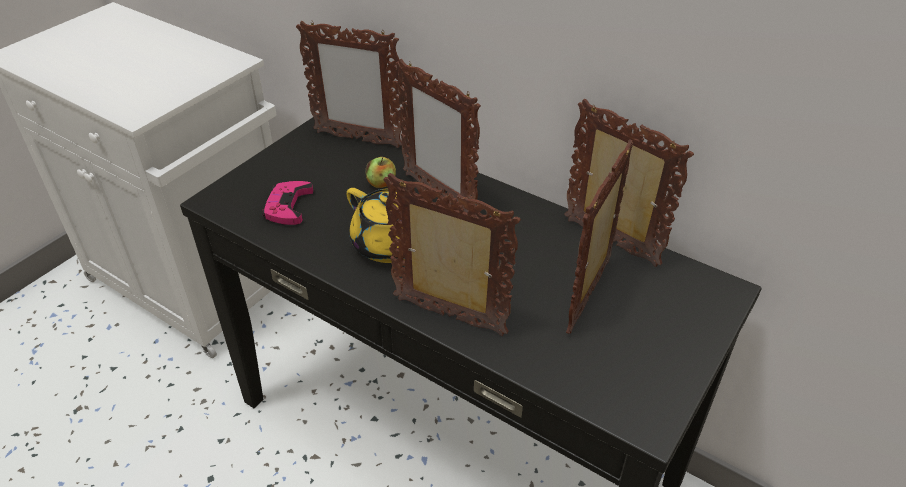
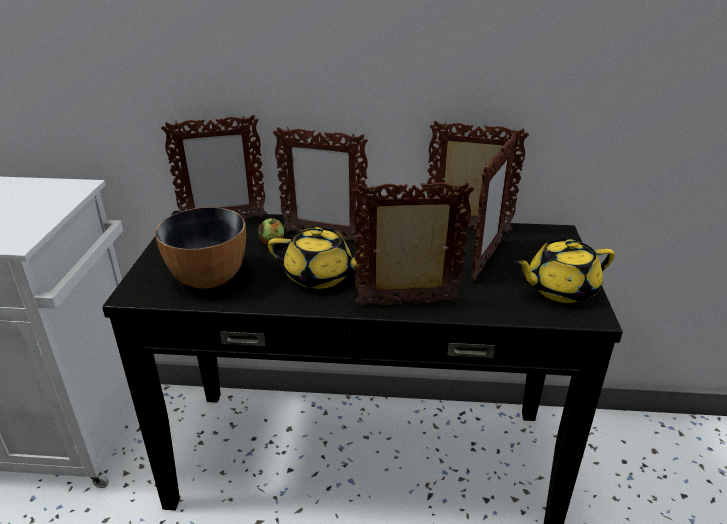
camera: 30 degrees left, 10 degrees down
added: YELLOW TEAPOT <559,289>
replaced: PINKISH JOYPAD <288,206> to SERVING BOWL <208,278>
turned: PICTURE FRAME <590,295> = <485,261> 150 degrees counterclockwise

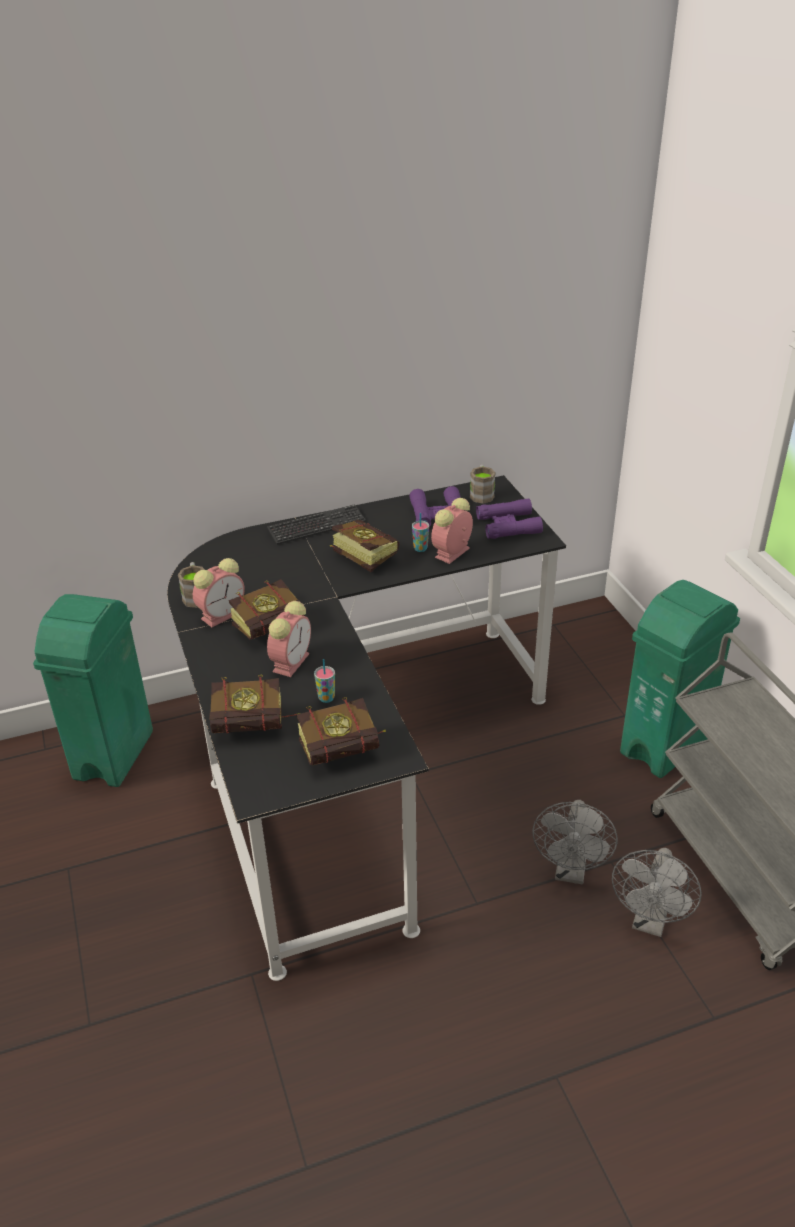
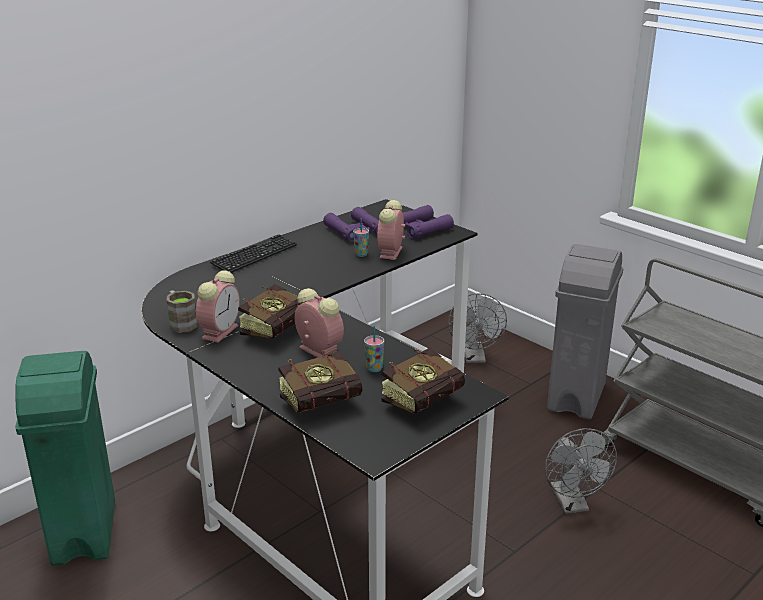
camera: 25 degrees left, 10 degrees down
removed: BOOK <361,555>; BROWN MUG <481,494>
moved: GREY FAN <650,921> to <475,358>
recoloured: GREENISH RUBBISH BIN <665,746> to GREY RUBBISH BIN <577,397>
turned: TABLE CLOCK <291,661> = <317,350> 45 degrees counterclockwise

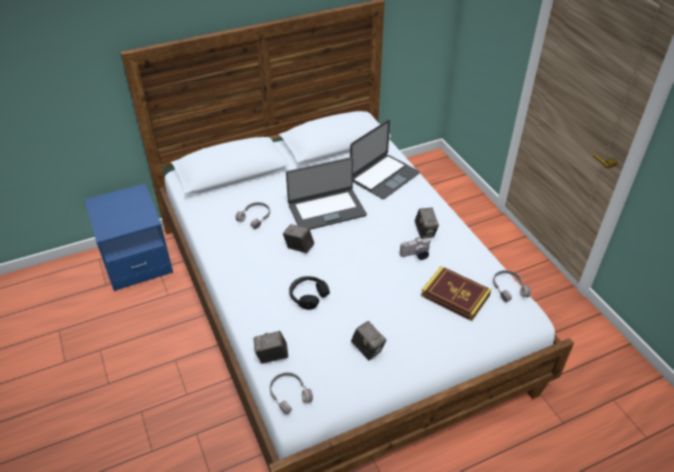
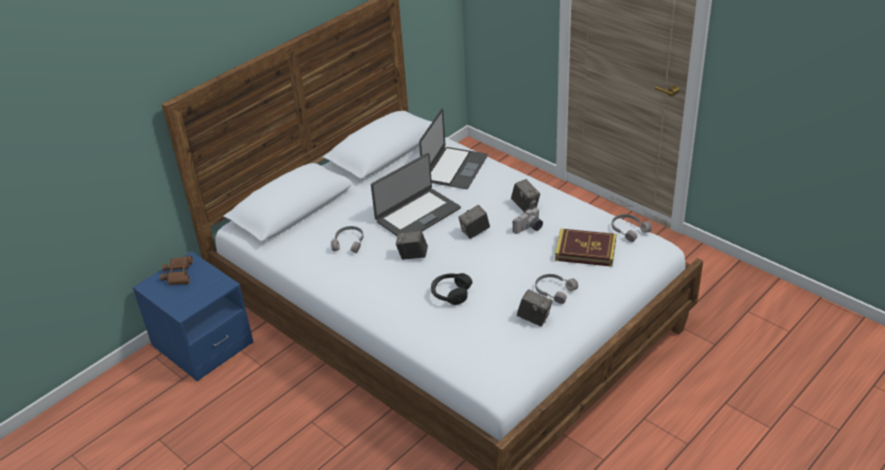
camera: 20 degrees left, 5 degrees down
added: BROWN PAIR OF BINOCULARS <178,274>
moved: PHOTO CAMERA <272,356> to <474,232>; GREY PAIR OF HEADPHONES <289,394> to <554,291>

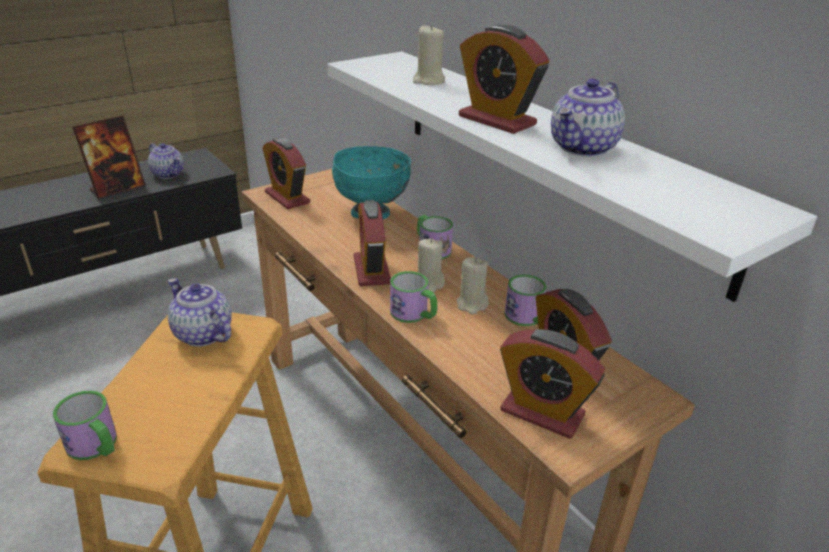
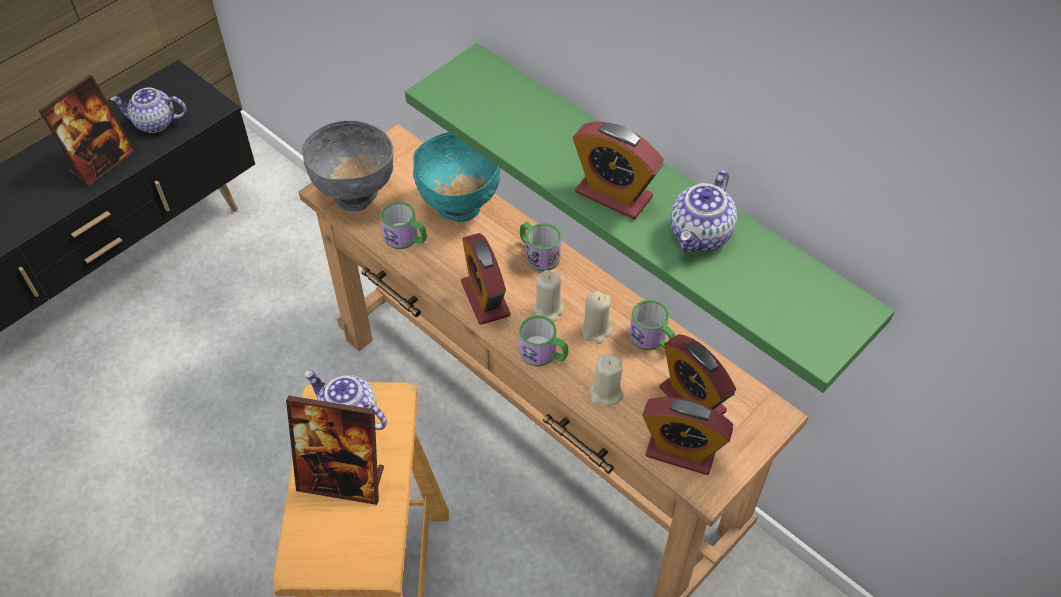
camera: 10 degrees left, 20 degrees up
added: PICTURE FRAME <342,480>
moved: MUG <96,446> to <406,238>; BEIGE CANDLE <428,81> to <606,393>
replaced: TABLE CLOCK <287,197> to GREY SERVING BOWL <355,195>
recoloured: WHITE-COLOURED SHELF <548,156> to GREENISH SHELF <660,195>
turned: TEAPOT <169,174> = <154,123> 150 degrees clockwise

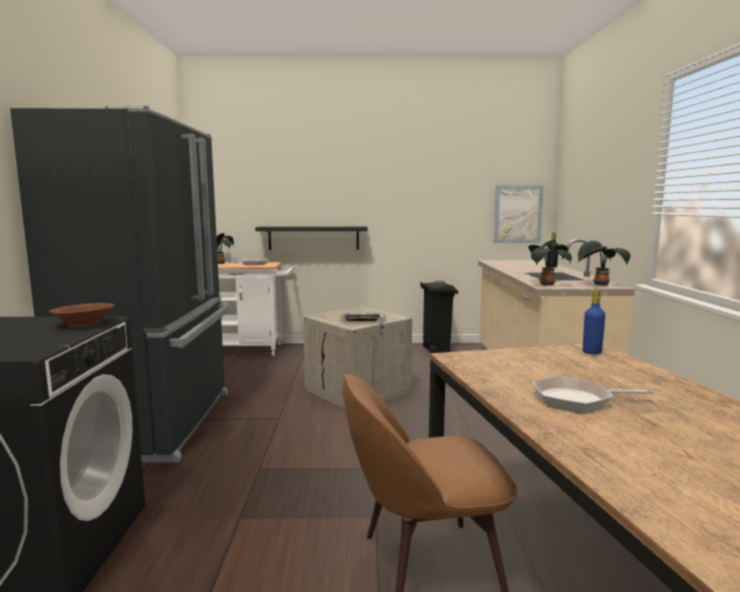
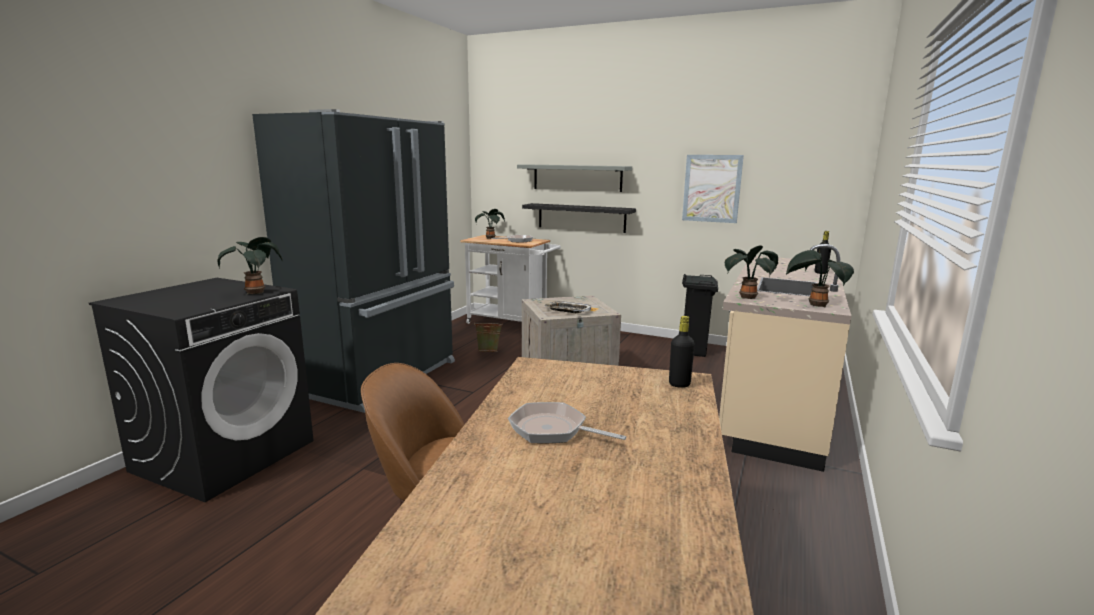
camera: 25 degrees right, 5 degrees up
added: GREENISH PAIL <489,352>; GREY SHELF <577,177>
moved: PICTURE <518,214> to <712,188>
replaced: BROWN SERVING BOWL <84,324> to POTTED PLANT <256,292>
recoloured: BLUE-COLOURED DRINK BOTTLE <592,352> to BLACK DRINK BOTTLE <679,384>

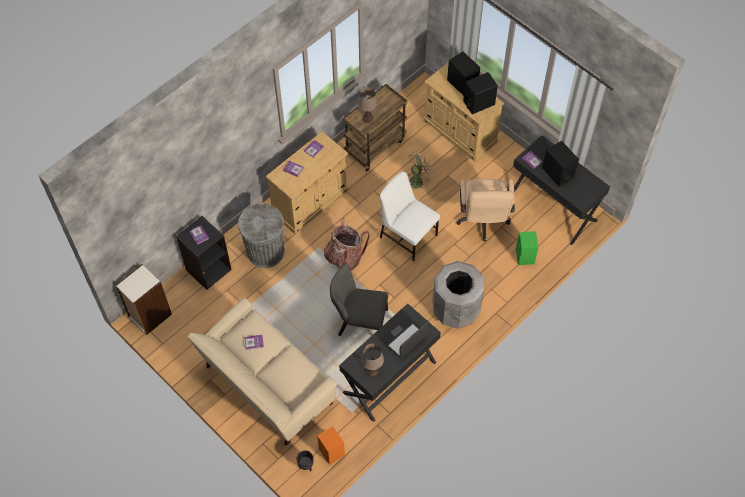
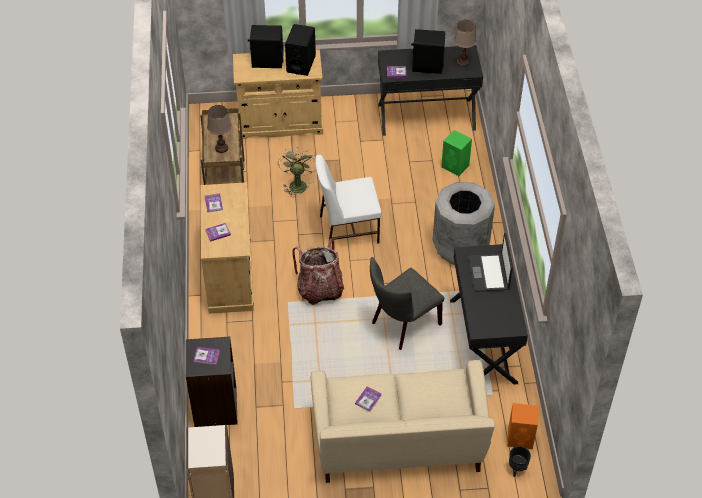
camera: 50 degrees left, 10 degrees down
removed: GREY RUBBISH BIN <265,251>; BEIGE DESK CHAIR <482,221>
moved: BROWN TABLETOP LAMP <372,371> to <463,62>

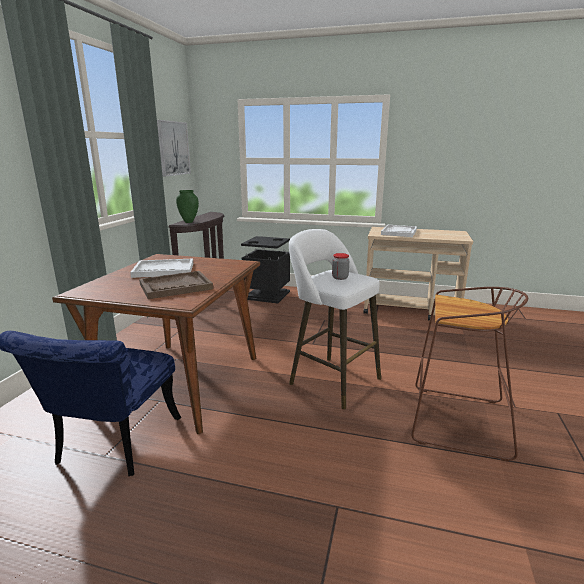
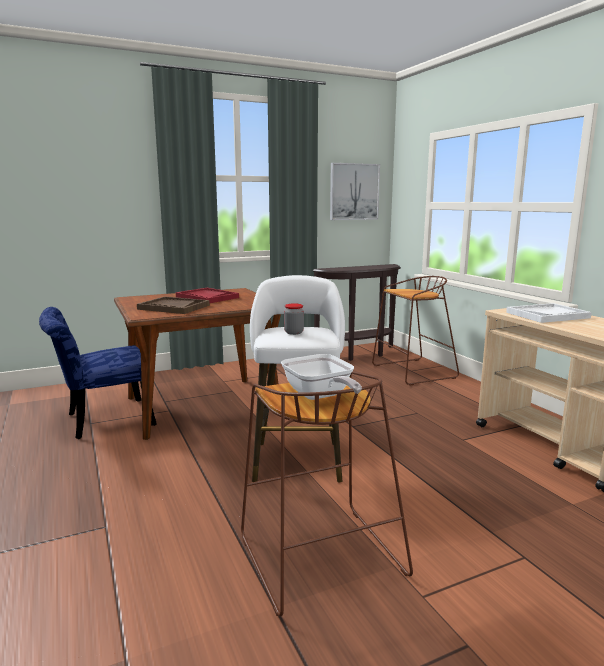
camera: 50 degrees right, 5 degrees down
removed: GREENISH FLOWER VASE <188,222>
added: SKILLET <320,396>
replaced: BLACK RUBBISH BIN <267,295> to BROWN STOOL <413,372>
recoloured: WHITE-COLOURED CARRYING TRAY <163,270> to RED CARRYING TRAY <207,297>

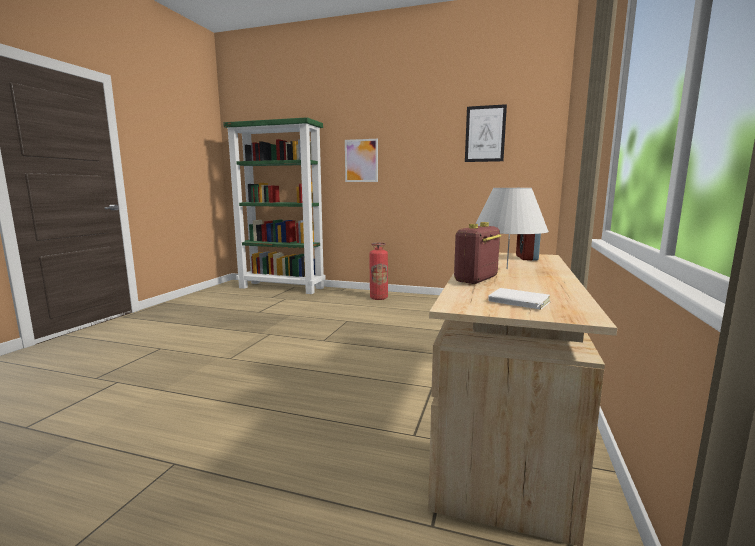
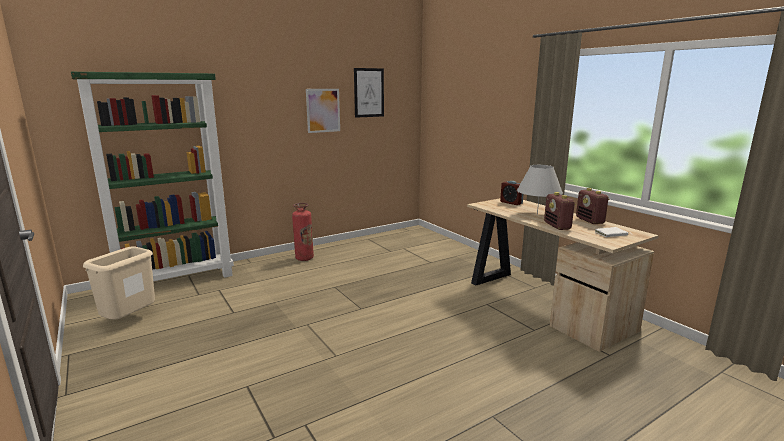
camera: 50 degrees left, 5 degrees up
added: BEIGE RUBBISH BIN <130,320>; RADIO SET <590,221>
moved: PICTURE <361,160> to <323,110>

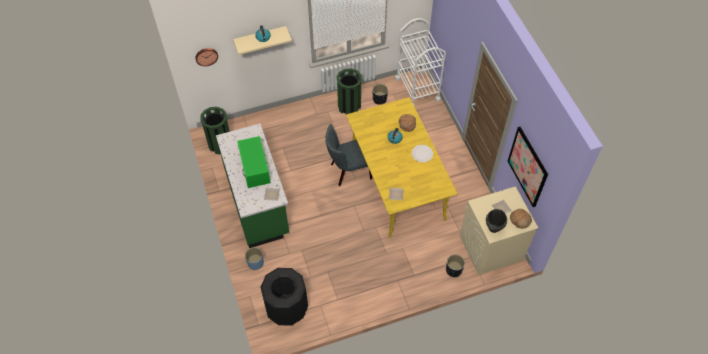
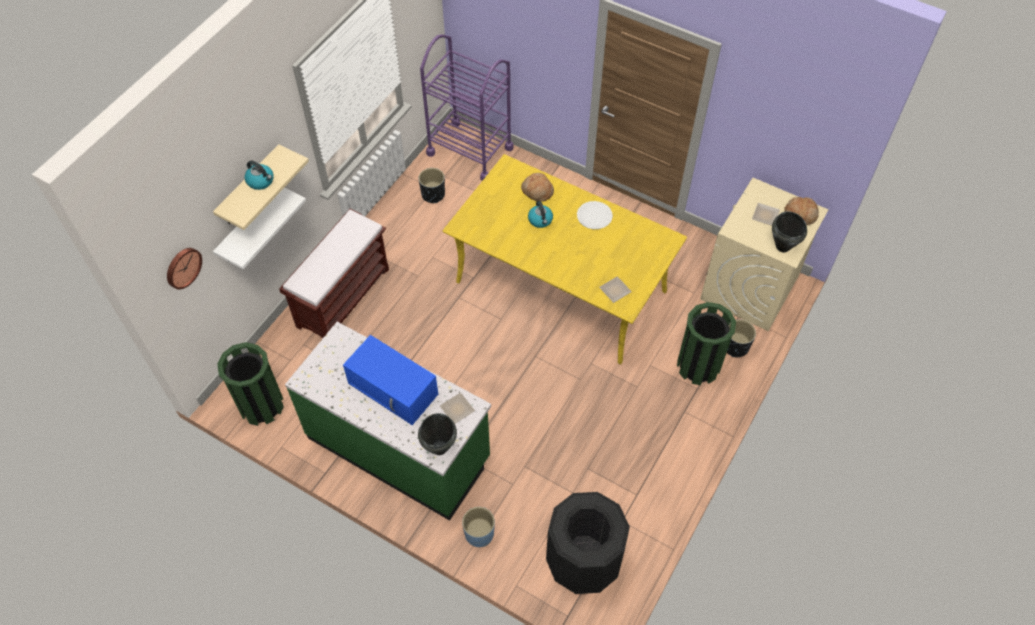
camera: 40 degrees left, 0 degrees up
removed: GREY PLAIN CHAIR <348,171>; PICTURE <528,167>
added: WHITE-COLOURED SHELF <248,226>; BROWN INDOOR BENCH <343,296>; BLACK COOKING POT <440,448>
moved: GREENISH RUBBISH BIN <349,106> to <698,366>
recoloured: GREENISH MICROWAVE OVEN <255,168> to BLUE-COLOURED MICROWAVE OVEN <394,389>; WHITE-COLOURED CART <417,89> to PURPLE CART <470,150>

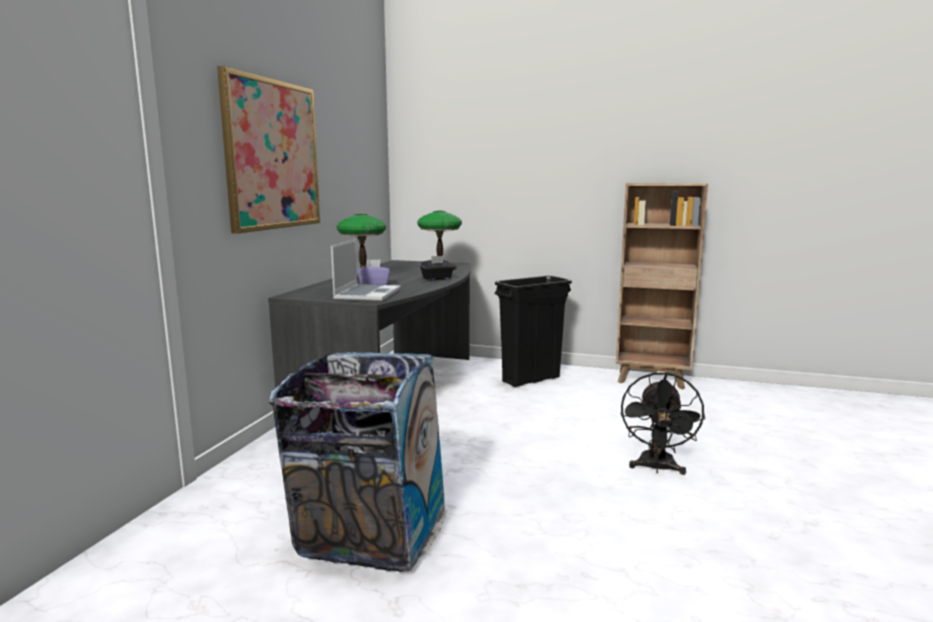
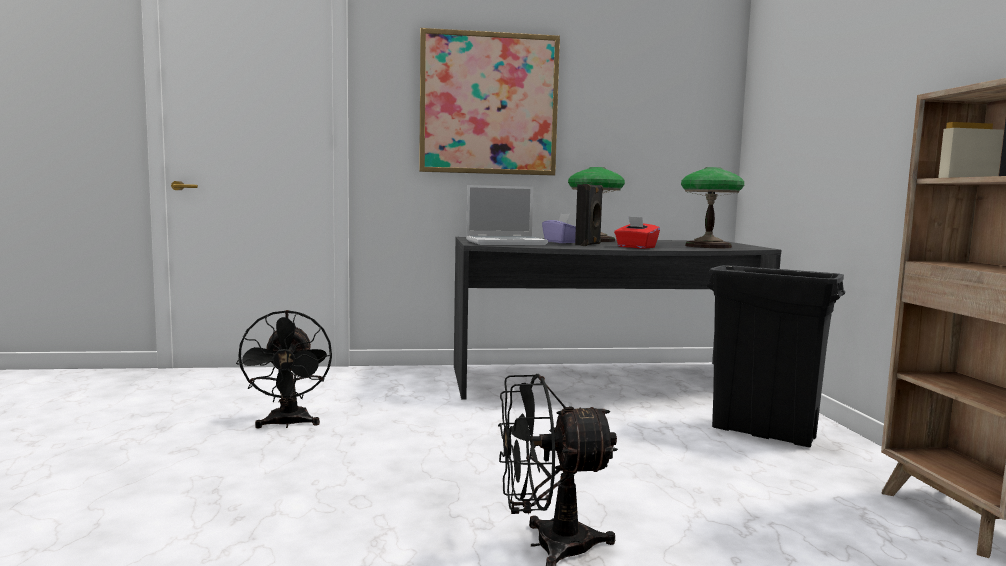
camera: 65 degrees right, 5 degrees down
added: BLACK LOUDSPEAKER <589,244>
replaced: RUBBISH BIN <369,534> to BLACK FAN <288,424>
recoloured: BLACK TISSUE BOX <437,279> to RED TISSUE BOX <636,247>

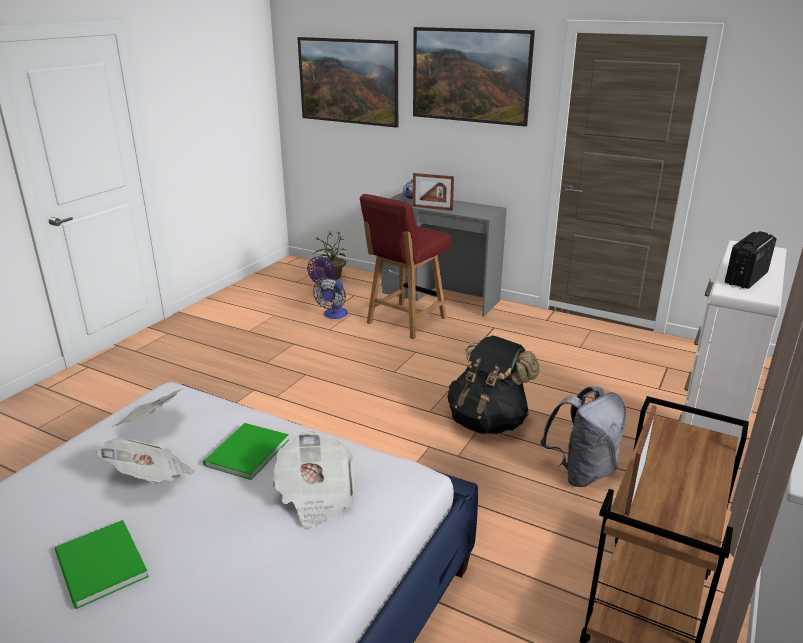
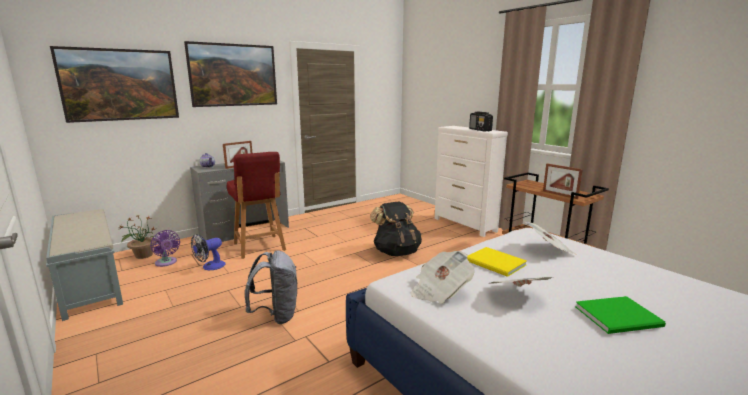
camera: 65 degrees left, 10 degrees down
added: GREY INDOOR BENCH <90,282>
moved: GREY BACKPACK <582,472> to <276,315>
recoloured: GREENISH BOOK <244,453> to YELLOW BOOK <496,264>
turned: FAN <334,315> = <210,267> 90 degrees clockwise

